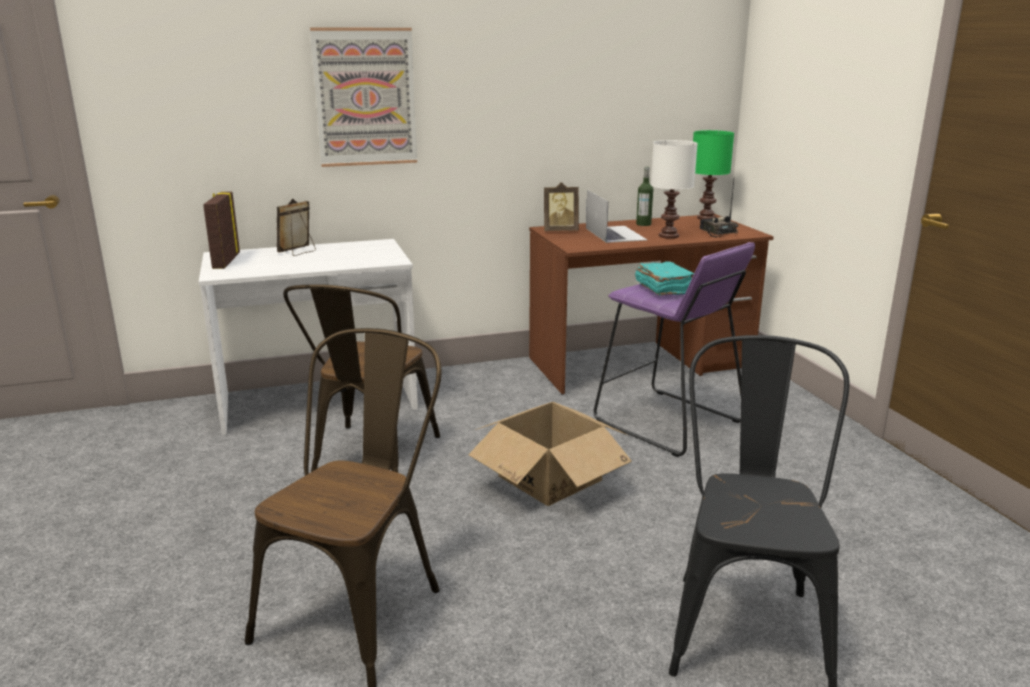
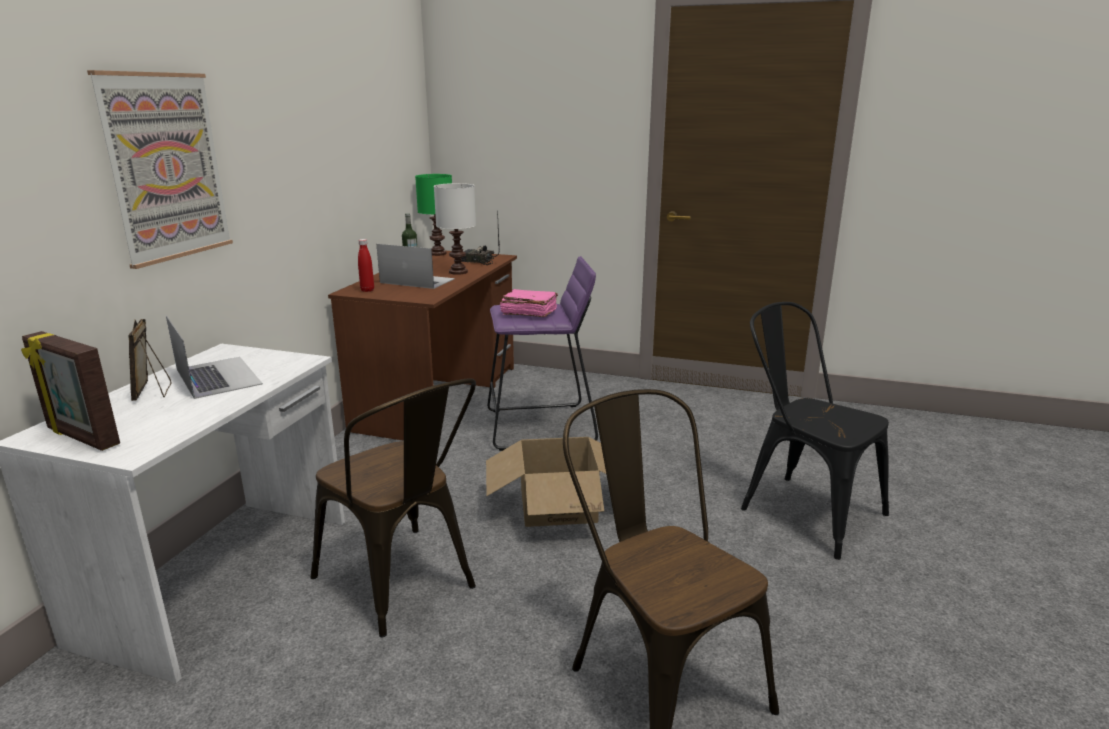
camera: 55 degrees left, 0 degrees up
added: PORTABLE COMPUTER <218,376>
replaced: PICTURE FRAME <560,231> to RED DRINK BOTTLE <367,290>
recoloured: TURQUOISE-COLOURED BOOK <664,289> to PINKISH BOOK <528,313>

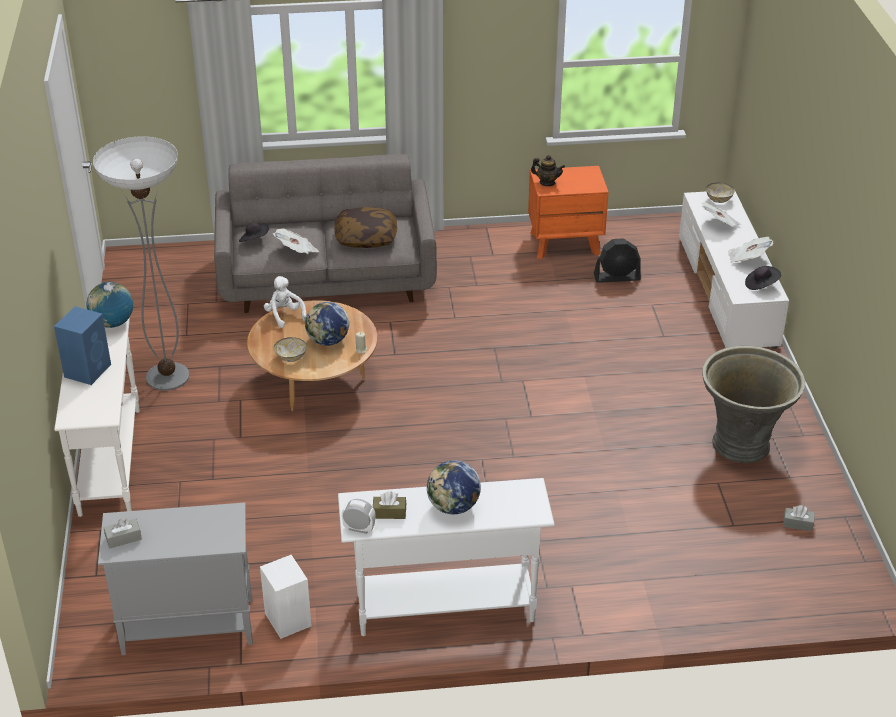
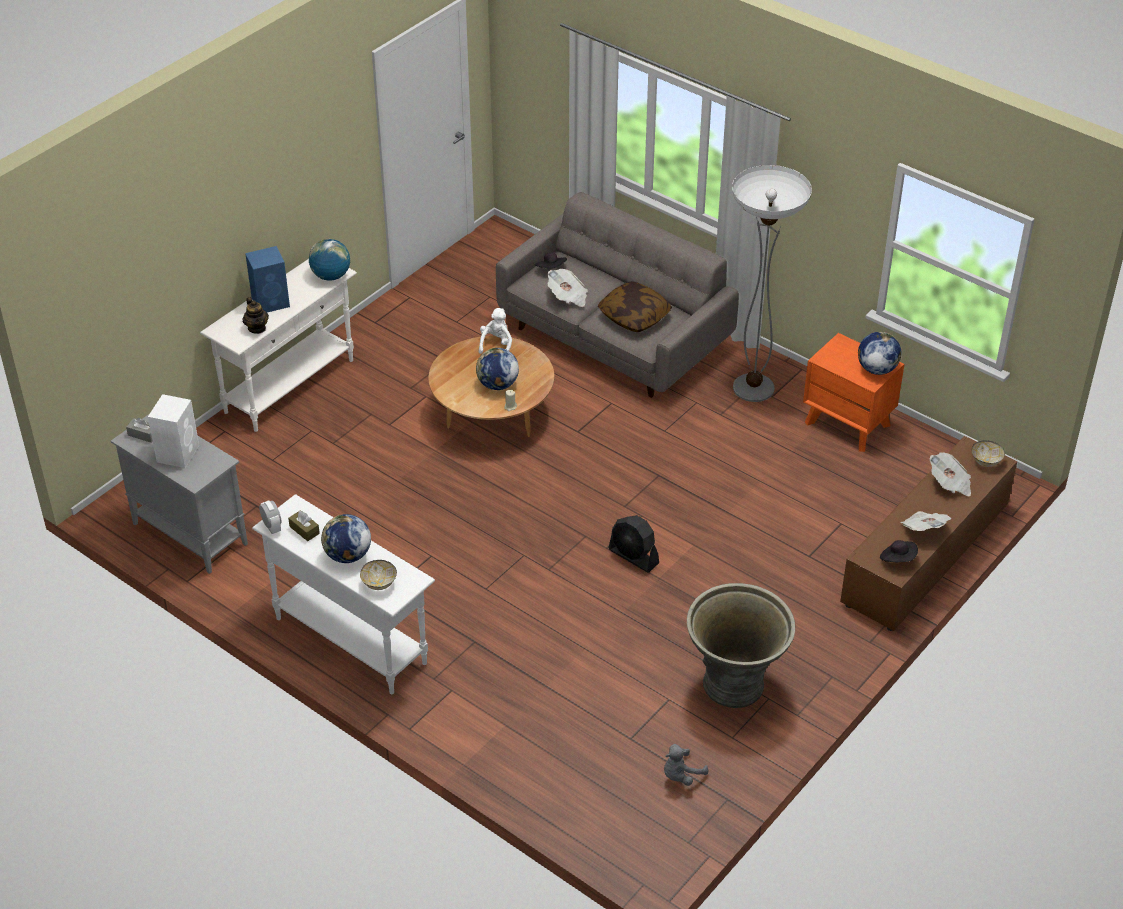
camera: 45 degrees right, 5 degrees up
added: GLOBE <876,369>
moved: STANDING LAMP <168,377> to <753,388>; WHITE-COLOURED LOUDSPEAKER <287,619> to <178,453>; SERVING BOWL <290,357> to <379,583>; TEAPOT <547,182> to <257,328>; BLACK FAN <617,277> to <633,556>
replaced: GREY TISSUE BOX <797,524> to GREY PLUSH TOY <681,775>
recoloured: WHITE-COLOURED TV UNIT <728,292> to BROWN TV UNIT <925,556>

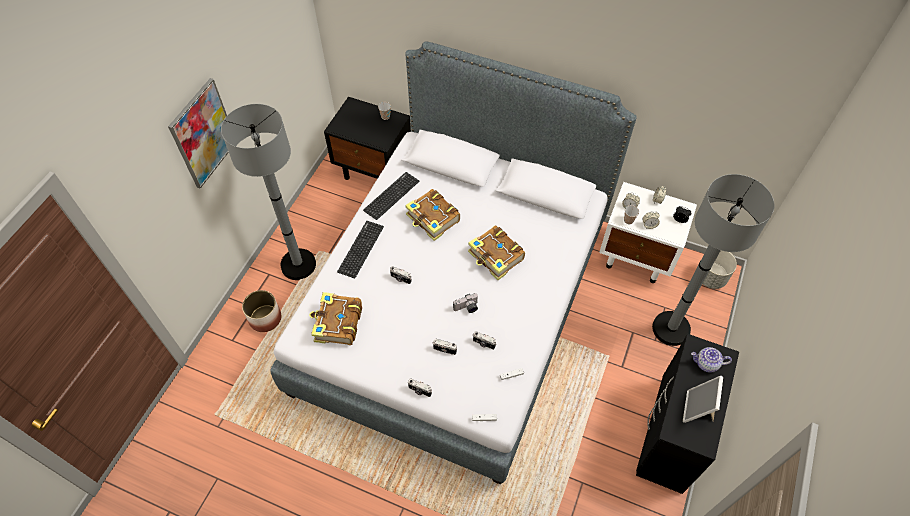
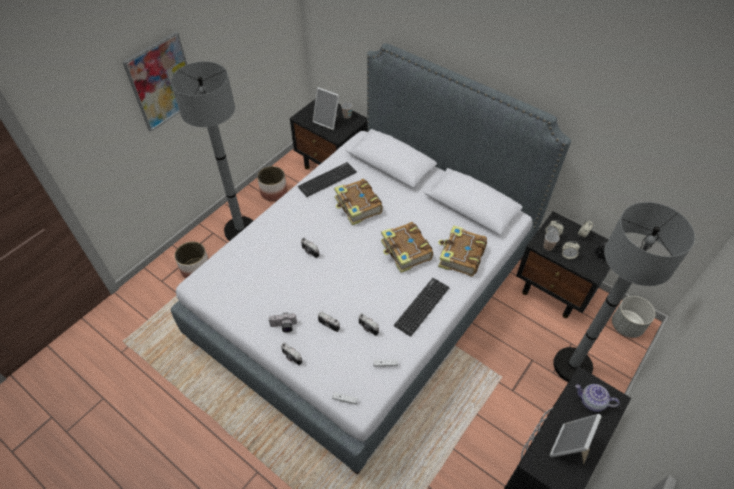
camera: 15 degrees right, 5 degrees down
added: PLANTER <274,192>; PICTURE FRAME <327,121>
moved: BOOK <337,324> to <460,256>; COMPUTER KEYBOARD <361,249> to <422,306>; PHOTO CAMERA <467,308> to <284,327>
recoloured: WHITE-COLOURED NIGHT TABLE <637,257> to BLACK NIGHT TABLE <555,290>

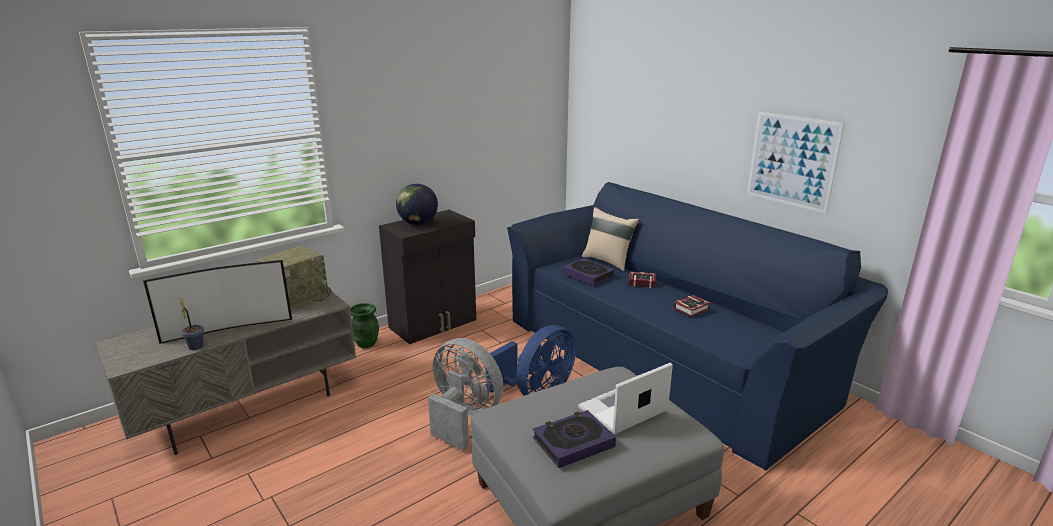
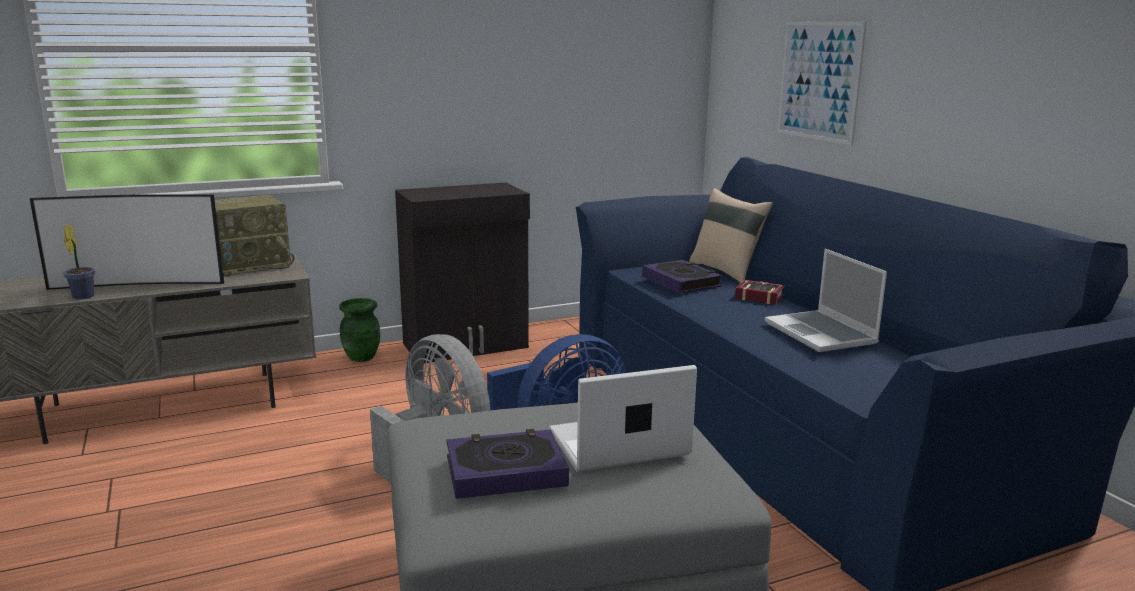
camera: 15 degrees right, 5 degrees down
removed: GLOBE <418,223>
moved: PICTURE <792,161> to <819,81>
replaced: BOOK <693,309> to PORTABLE COMPUTER <822,333>

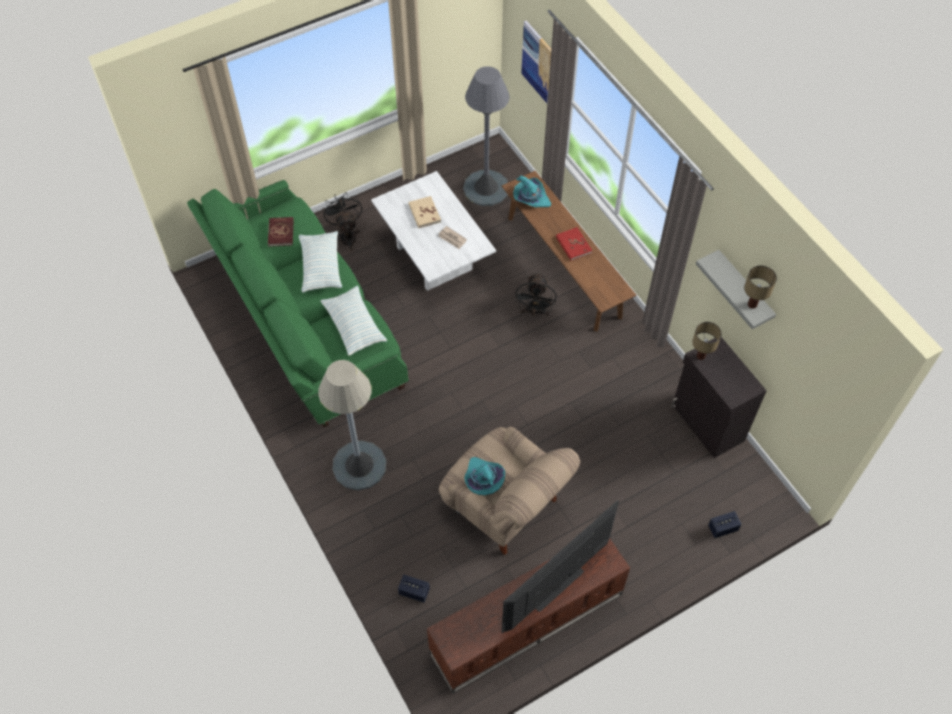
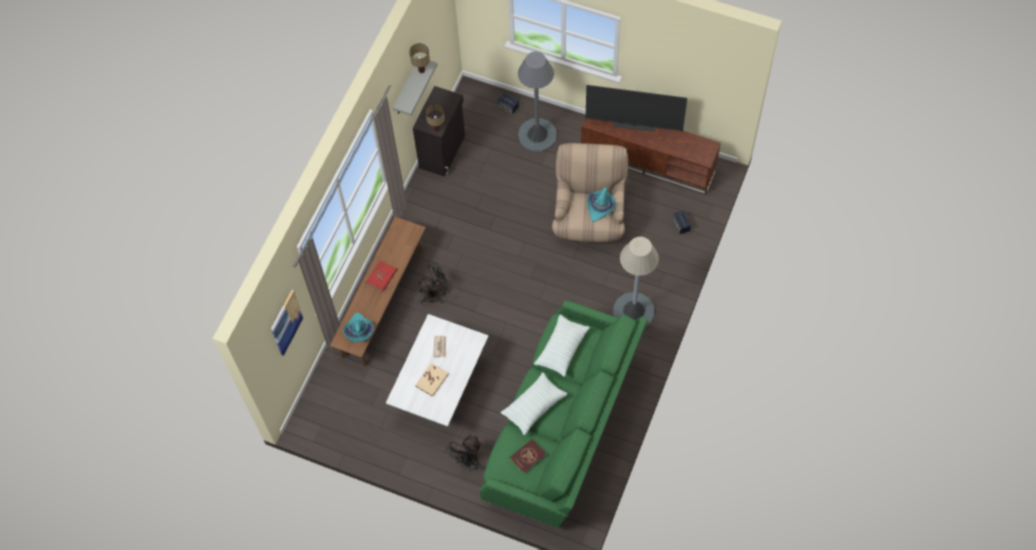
camera: 125 degrees left, 5 degrees up
moved: GREY STANDING LAMP <486,188> to <537,135>

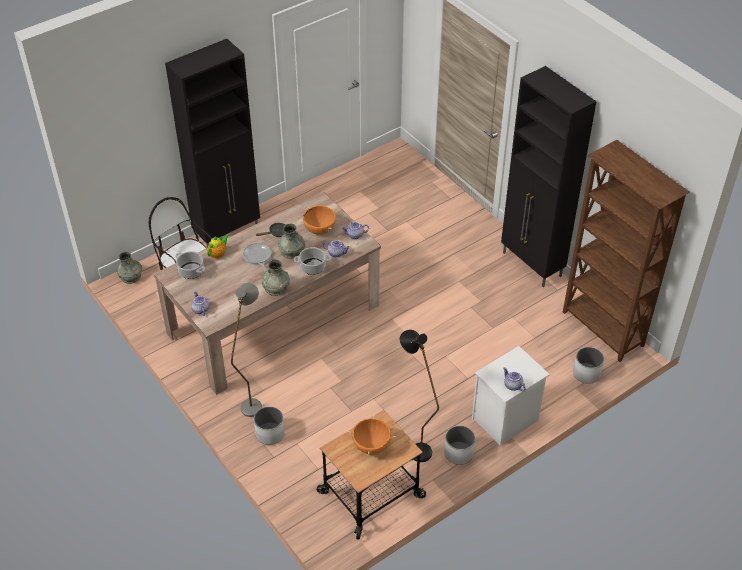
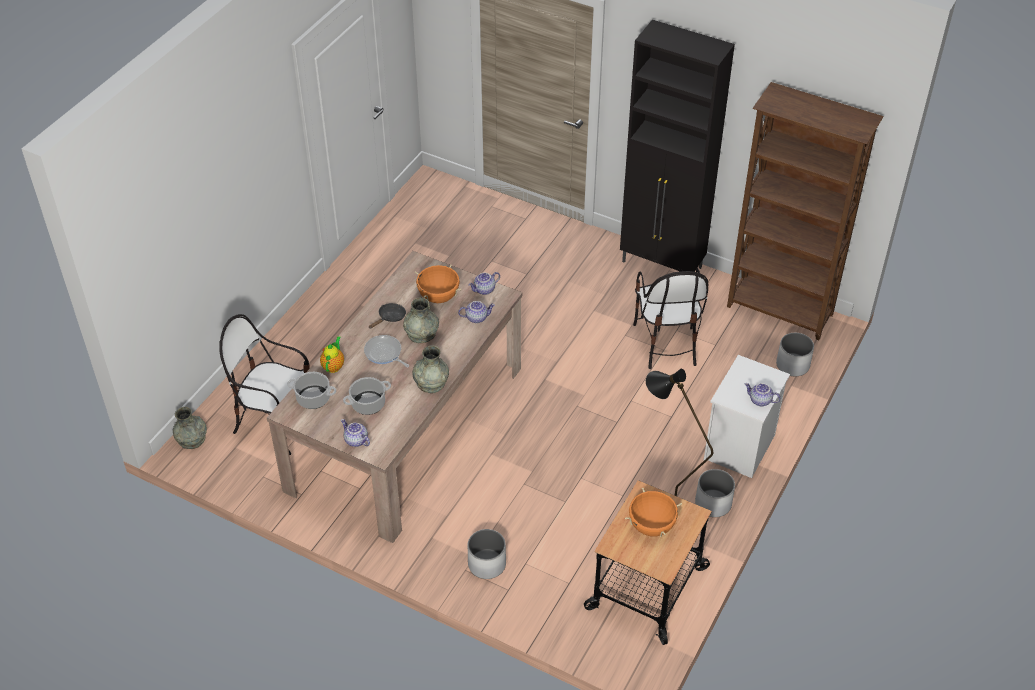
camera: 25 degrees left, 0 degrees up
removed: BLACK STORAGE CABINET <228,232>; GREY STANDING LAMP <253,401>
added: PLAIN CHAIR <666,343>
moved: COOKING POT <313,267> to <368,403>

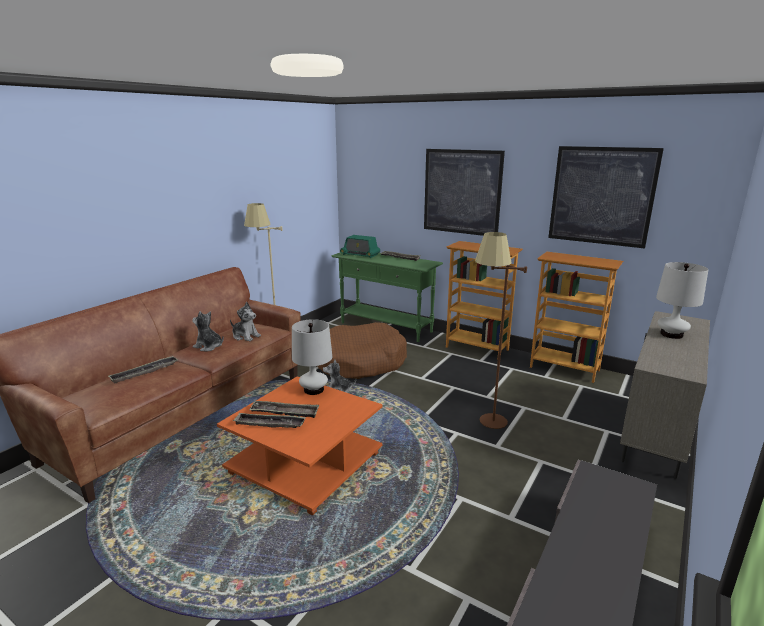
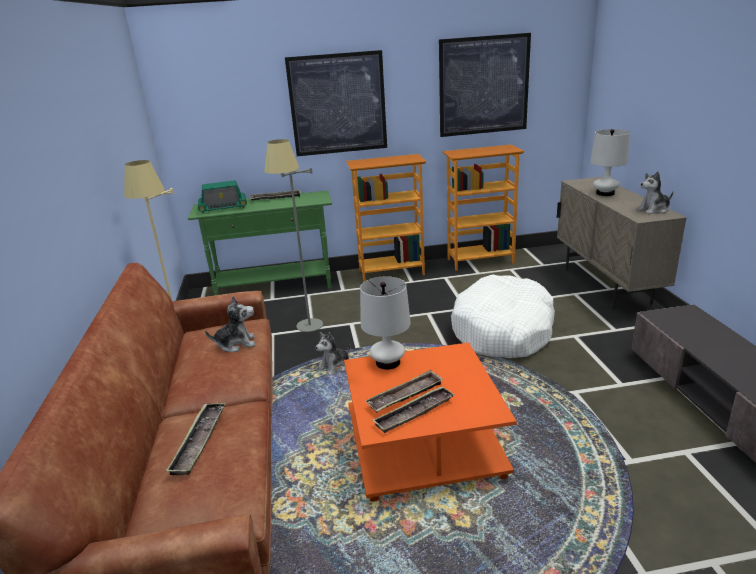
camera: 40 degrees left, 5 degrees up
moved: PLUSH TOY <209,346> to <653,210>
replaced: BROWN PET BED <359,362> to GREY STANDING LAMP <307,331>; BROWN STANDING LAMP <487,426> to WHITE-COLOURED PET BED <503,331>

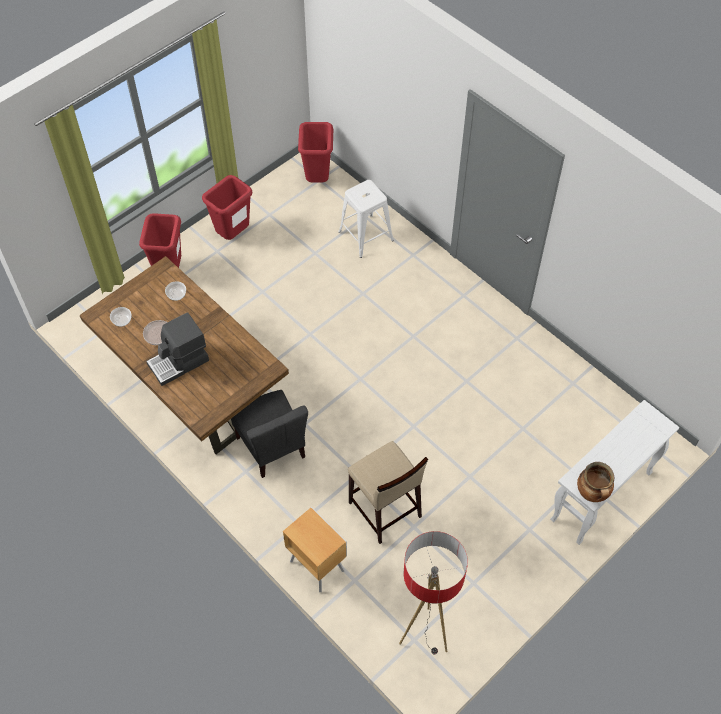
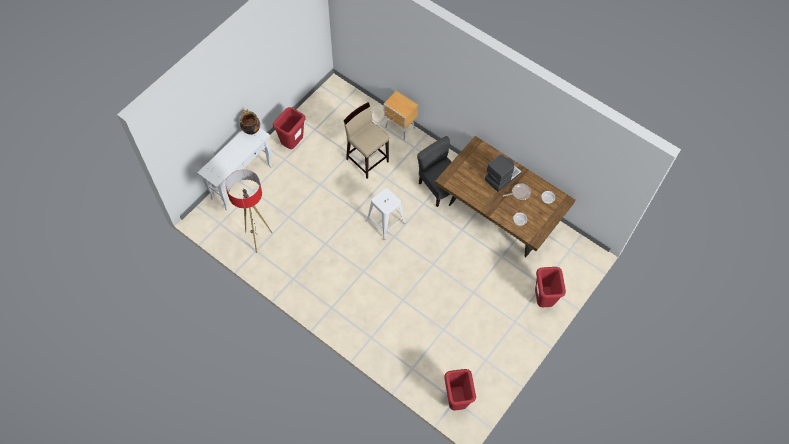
camera: 170 degrees right, 5 degrees up
moved: RED RUBBISH BIN <233,235> to <293,144>; WHITE-COLOURED STOOL <365,236> to <385,221>; STANDING LAMP <425,635> to <258,239>

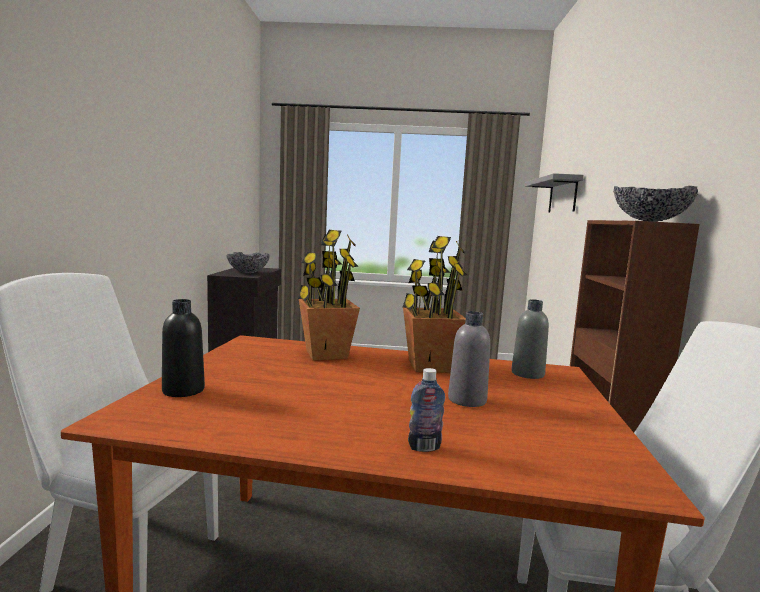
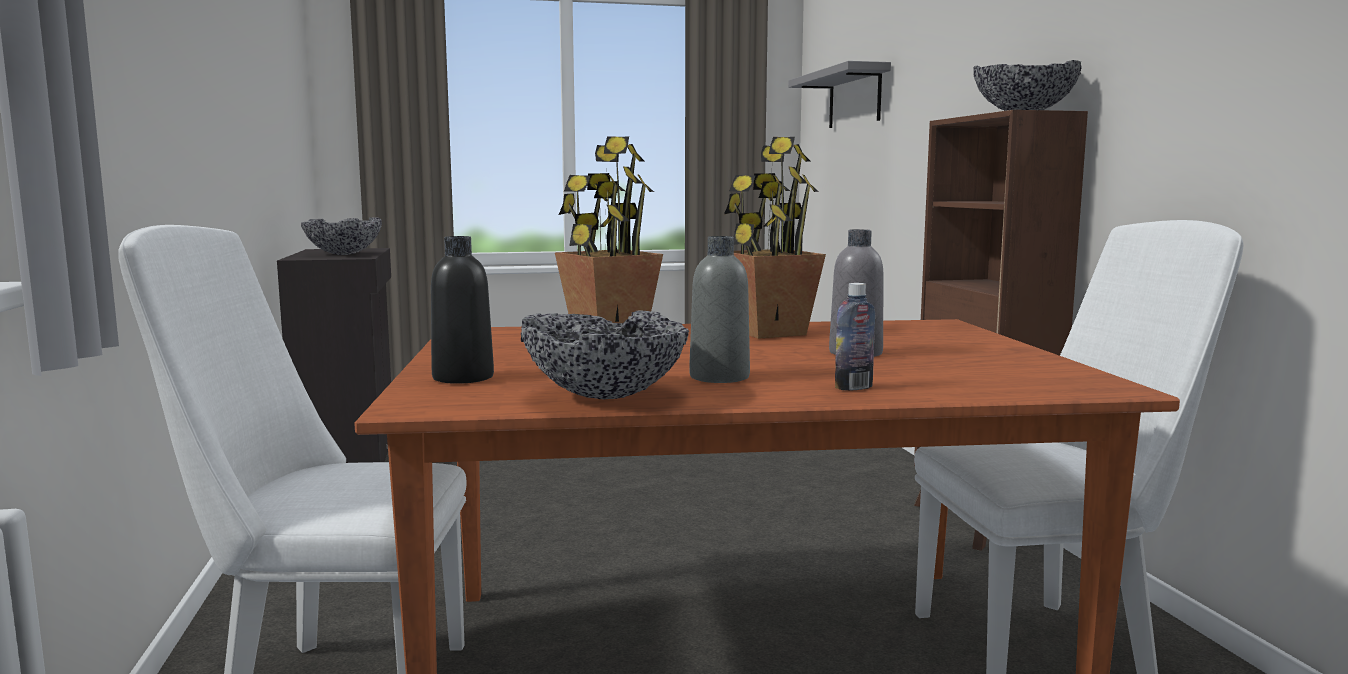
camera: 15 degrees left, 0 degrees up
added: SERVING BOWL <607,395>
moved: GREY DRINK BOTTLE <527,374> to <719,377>

